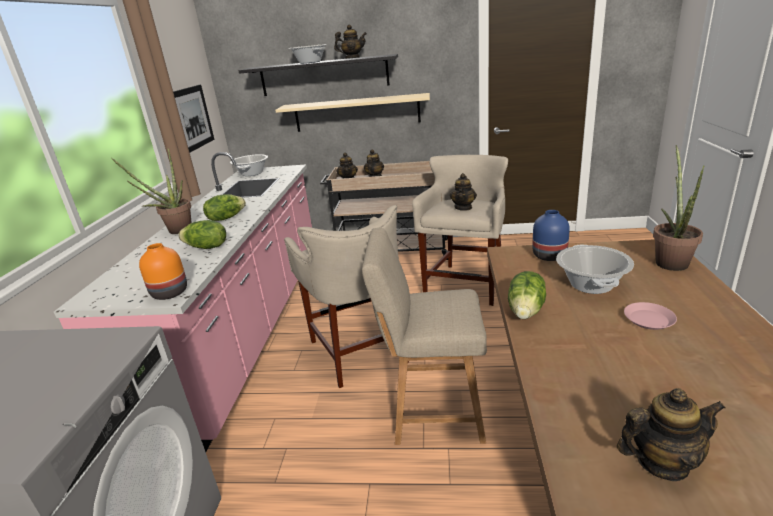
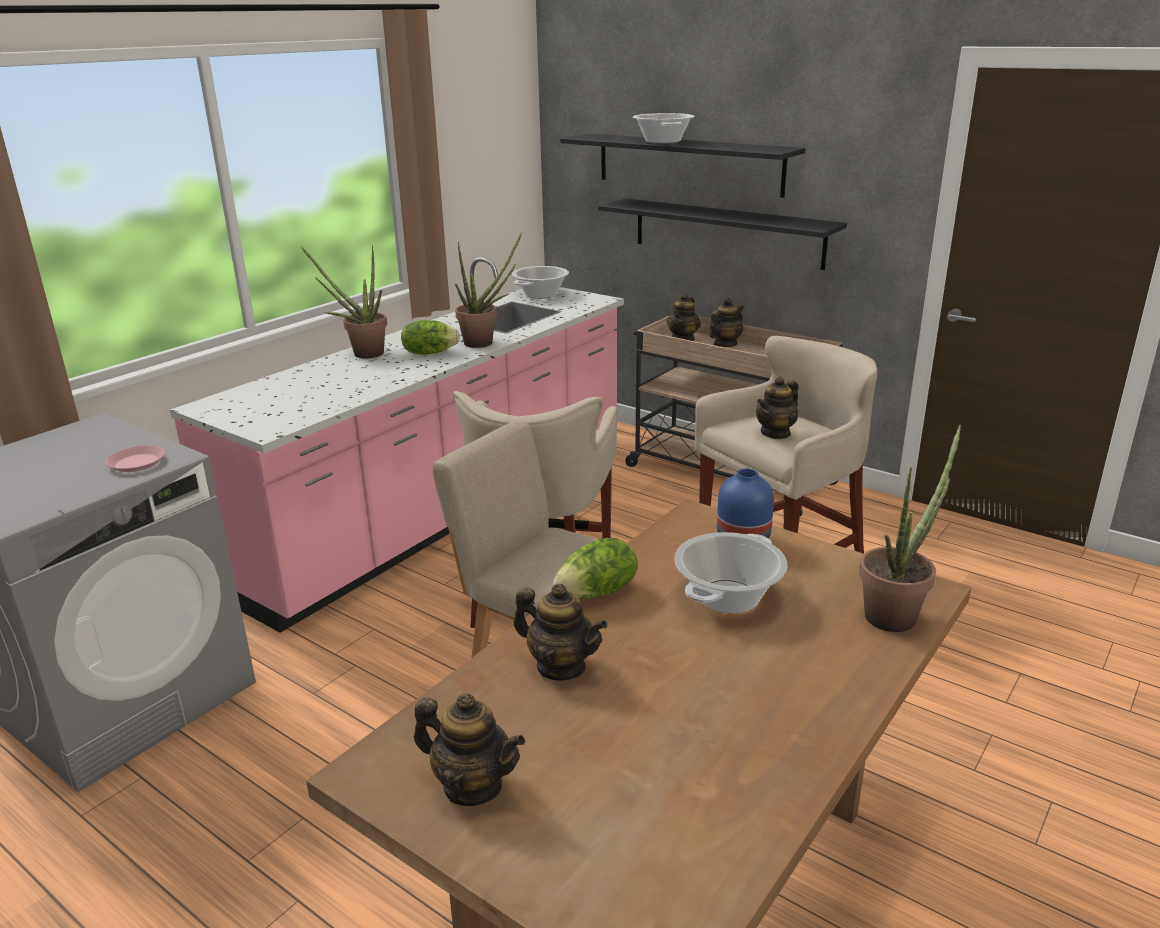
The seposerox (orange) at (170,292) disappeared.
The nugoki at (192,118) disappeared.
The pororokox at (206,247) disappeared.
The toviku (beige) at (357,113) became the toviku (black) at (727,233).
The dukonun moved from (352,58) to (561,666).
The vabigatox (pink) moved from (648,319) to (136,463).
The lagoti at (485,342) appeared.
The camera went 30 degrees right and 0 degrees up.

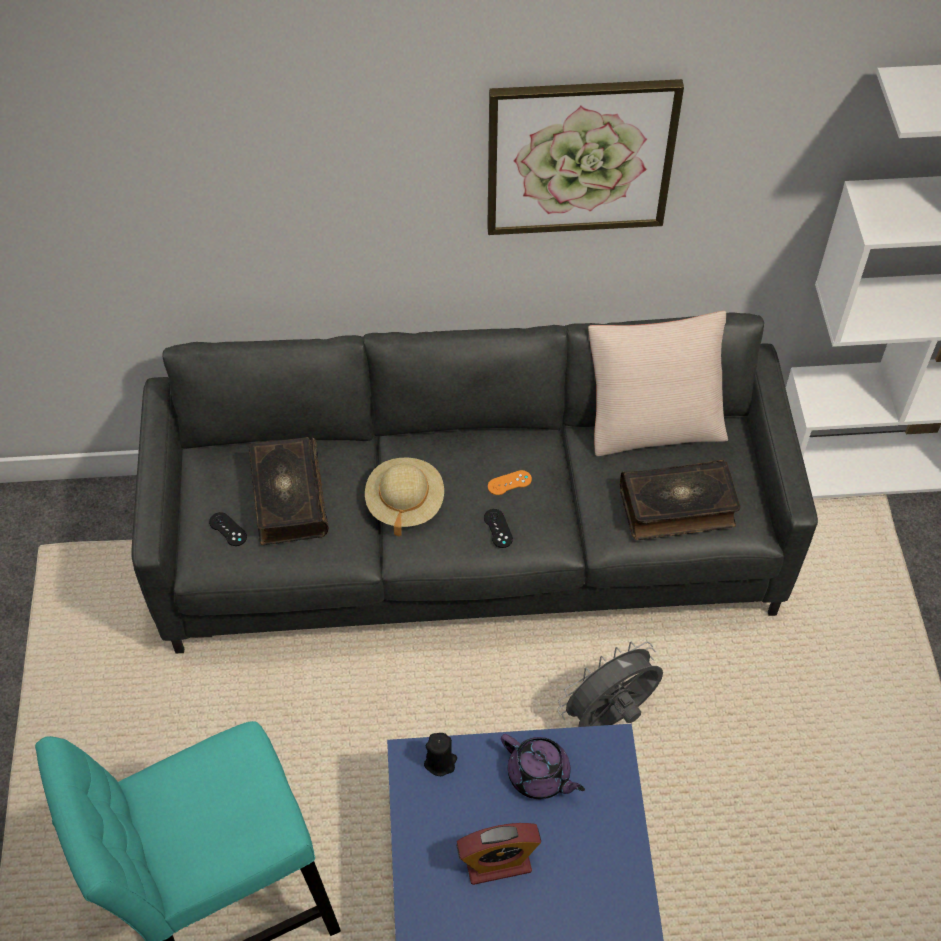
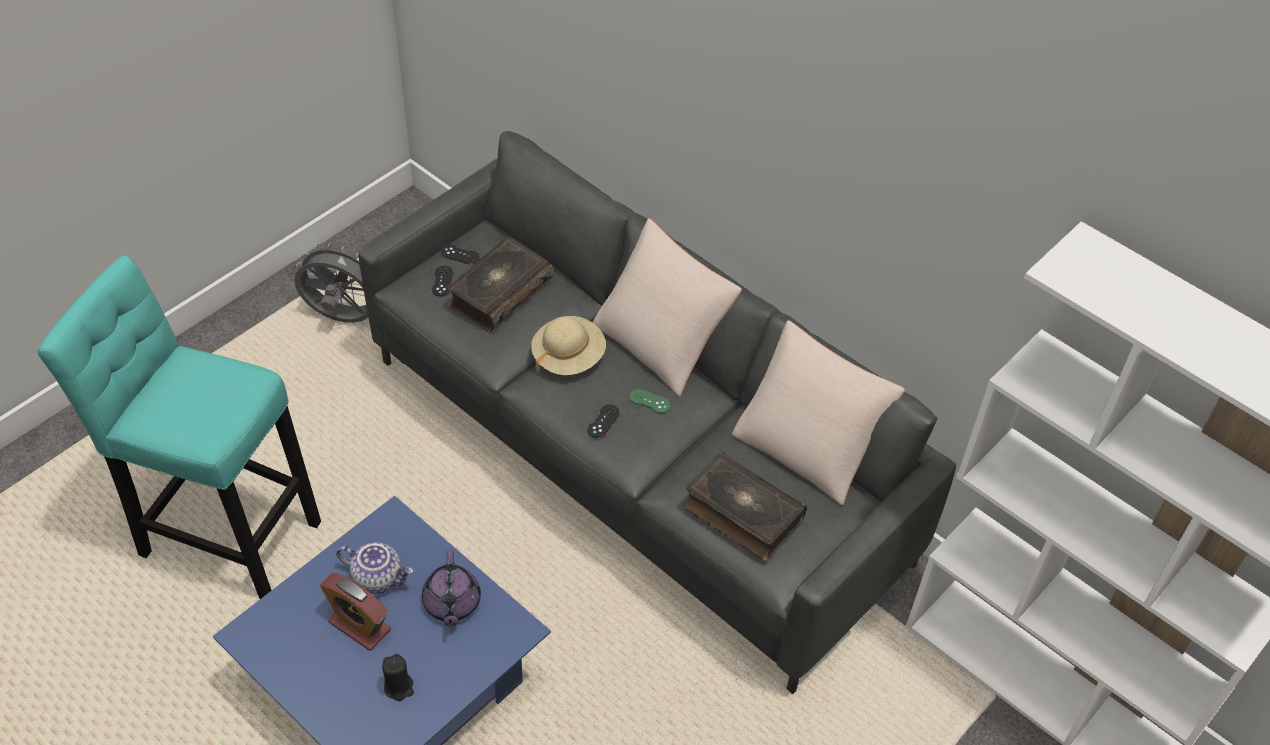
The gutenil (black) moved from (440,762) to (399,687).
The nugoki at (580,157) disappeared.
The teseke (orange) at (509,483) became the teseke (green) at (649,401).
The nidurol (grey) moved from (610,717) to (342,318).
The dukonun at (379,577) appeared.
The teseke (black) at (460,254) appeared.
The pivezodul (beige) at (661,342) appeared.
The camera went 45 degrees right and 5 degrees down.

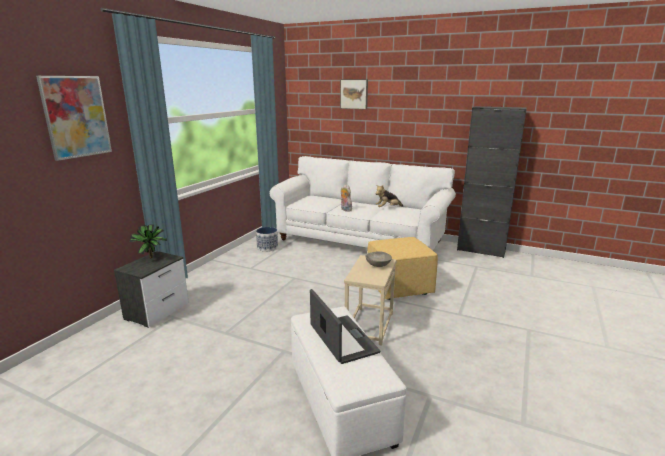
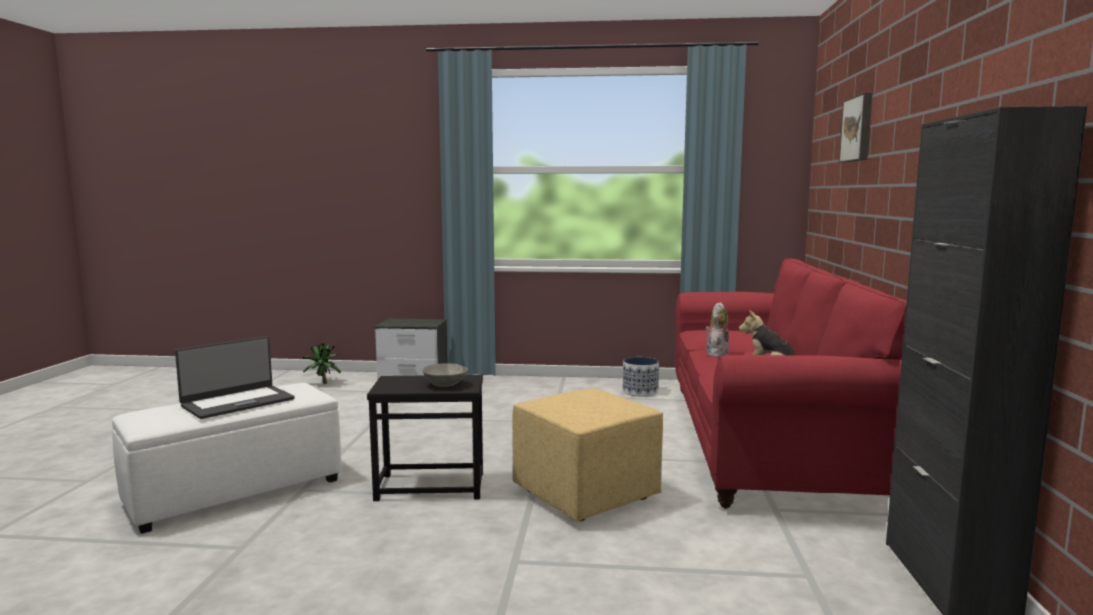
The nugoki at (76,117) disappeared.
The lagoti moved from (152,258) to (323,384).
The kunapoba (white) at (360,241) became the kunapoba (red) at (768,441).
The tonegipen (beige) at (369,325) became the tonegipen (black) at (431,486).
The camera went 70 degrees right and 10 degrees down.

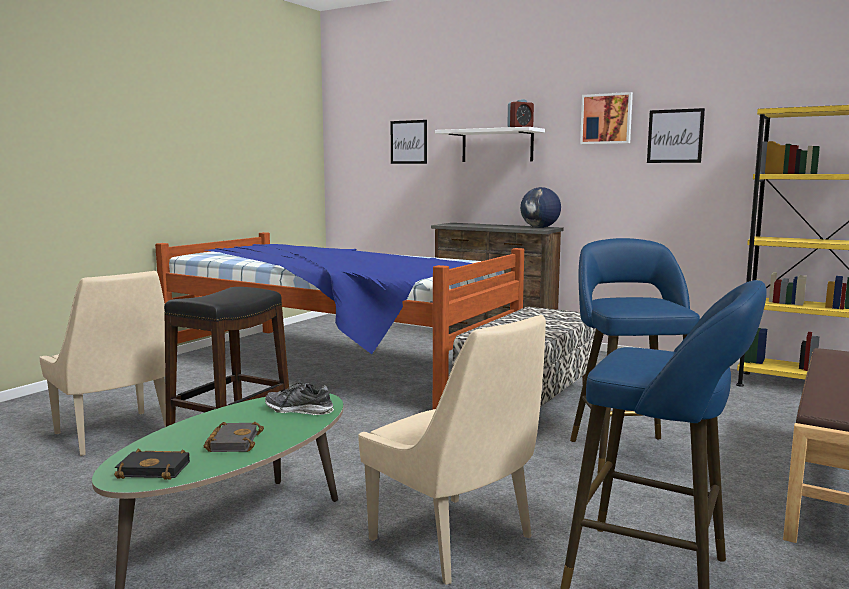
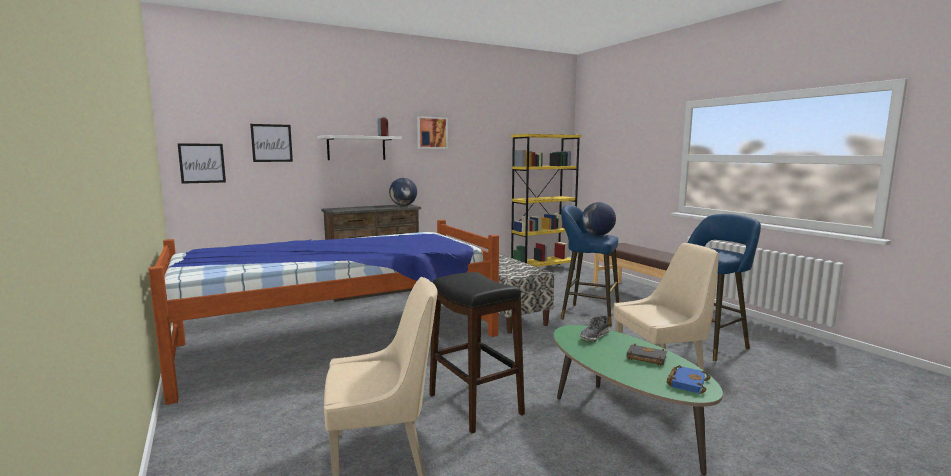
The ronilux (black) at (156,469) became the ronilux (blue) at (686,382).
The nugoki moved from (675,136) to (202,163).
The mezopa at (597,235) appeared.
The camera went 60 degrees left and 0 degrees up.

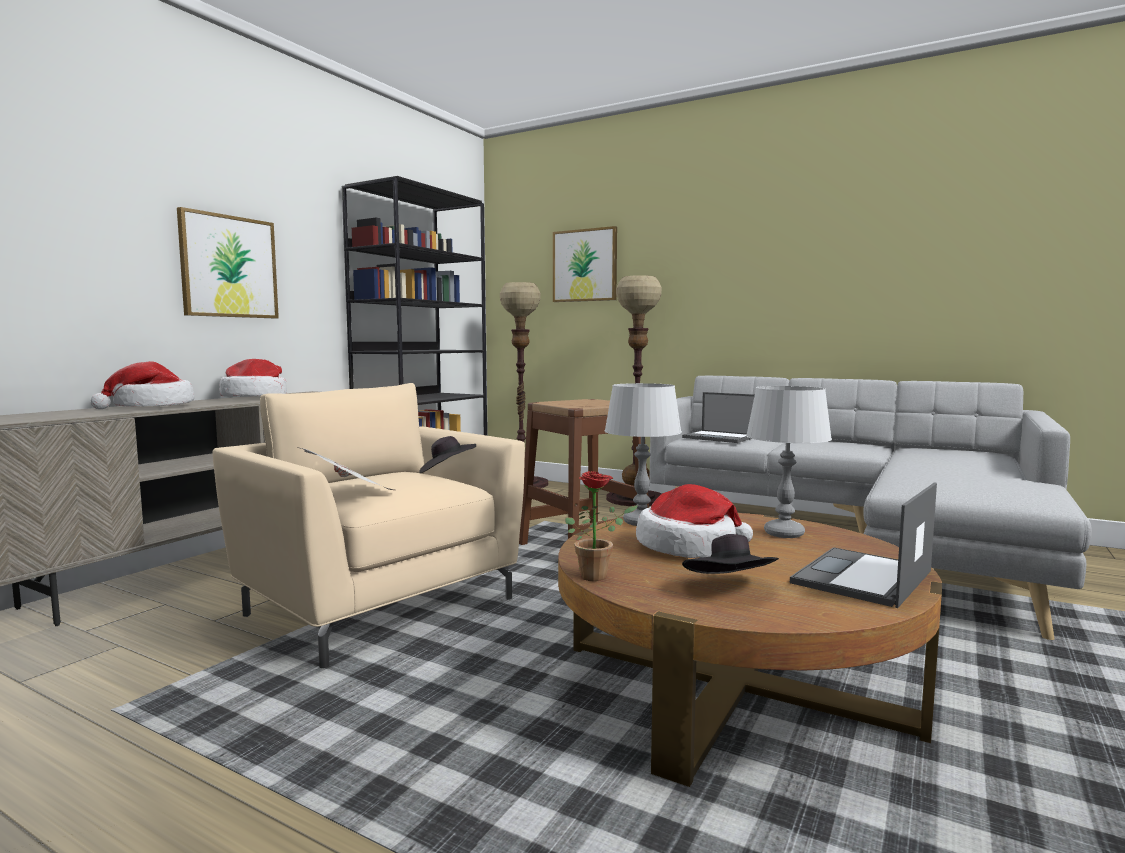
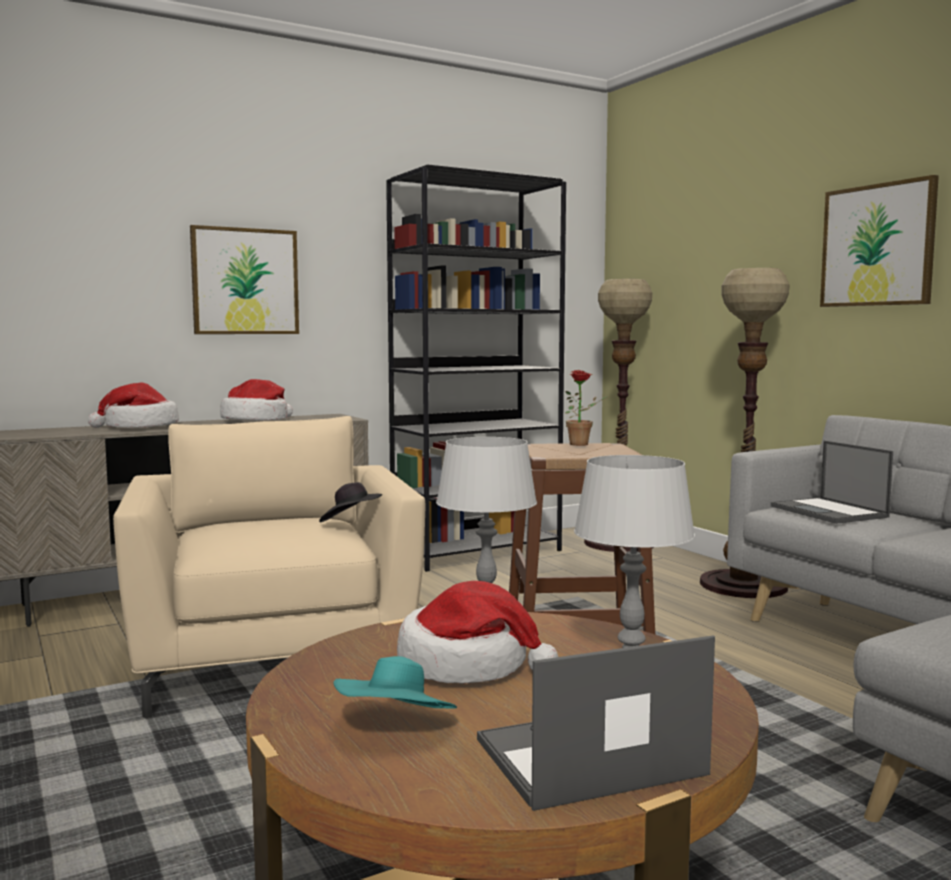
The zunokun at (348,493) disappeared.
The nugoki moved from (585,265) to (877,245).
The lagoti moved from (598,575) to (583,444).
The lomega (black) at (730,587) became the lomega (turquoise) at (396,727).
The camera went 30 degrees right and 0 degrees up.

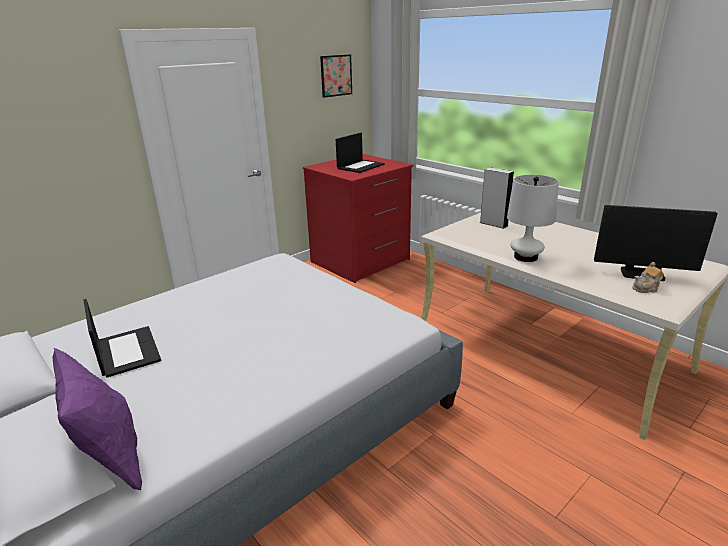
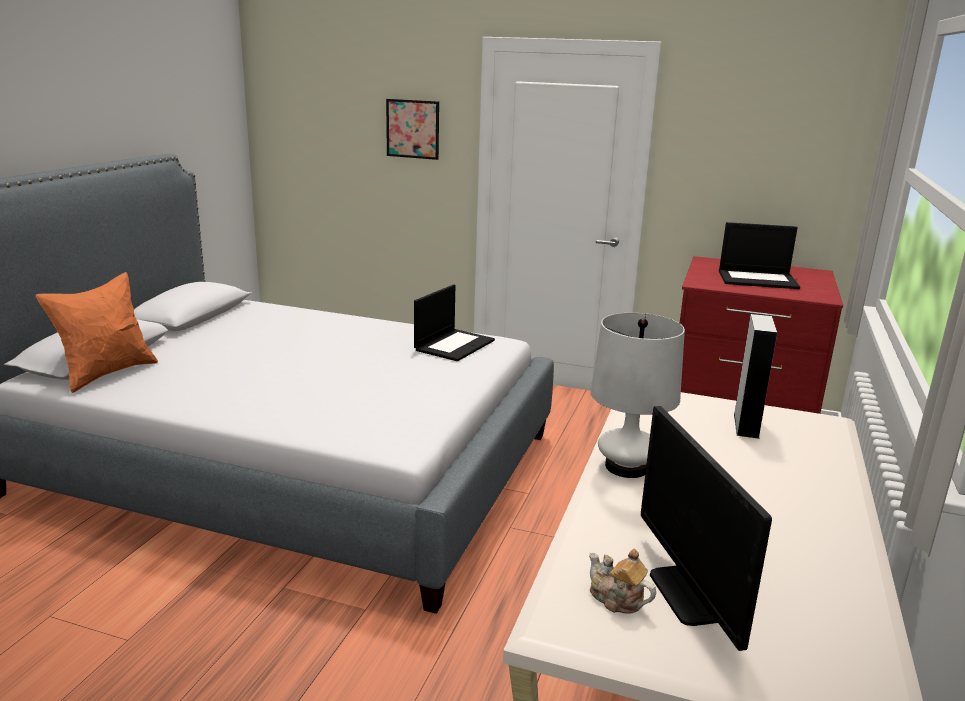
The pivezodul (purple) at (111,459) became the pivezodul (orange) at (107,373).
The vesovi moved from (126,351) to (454,345).
The nugoki moved from (336,75) to (413,129).
The camera went 60 degrees right and 5 degrees down.

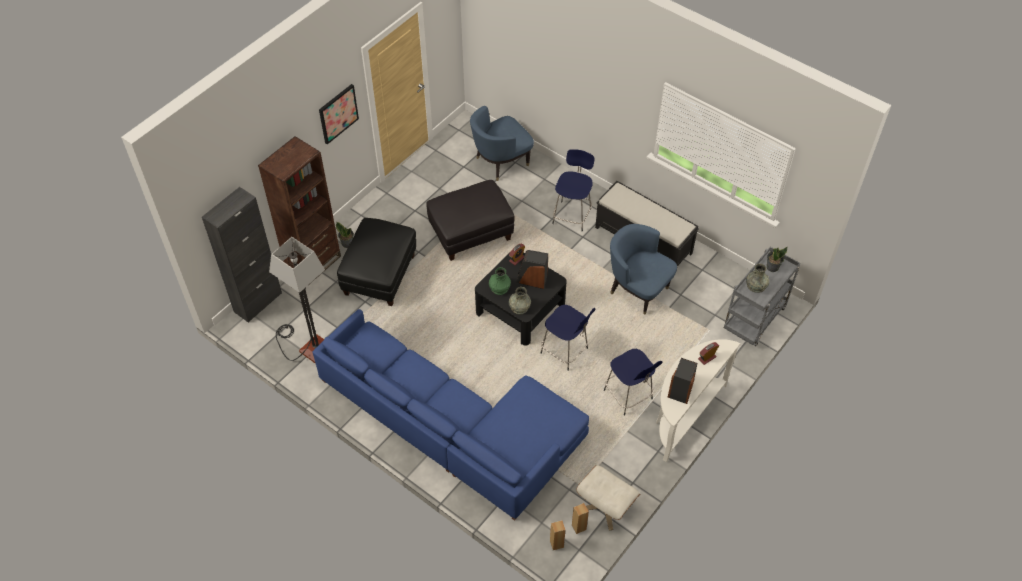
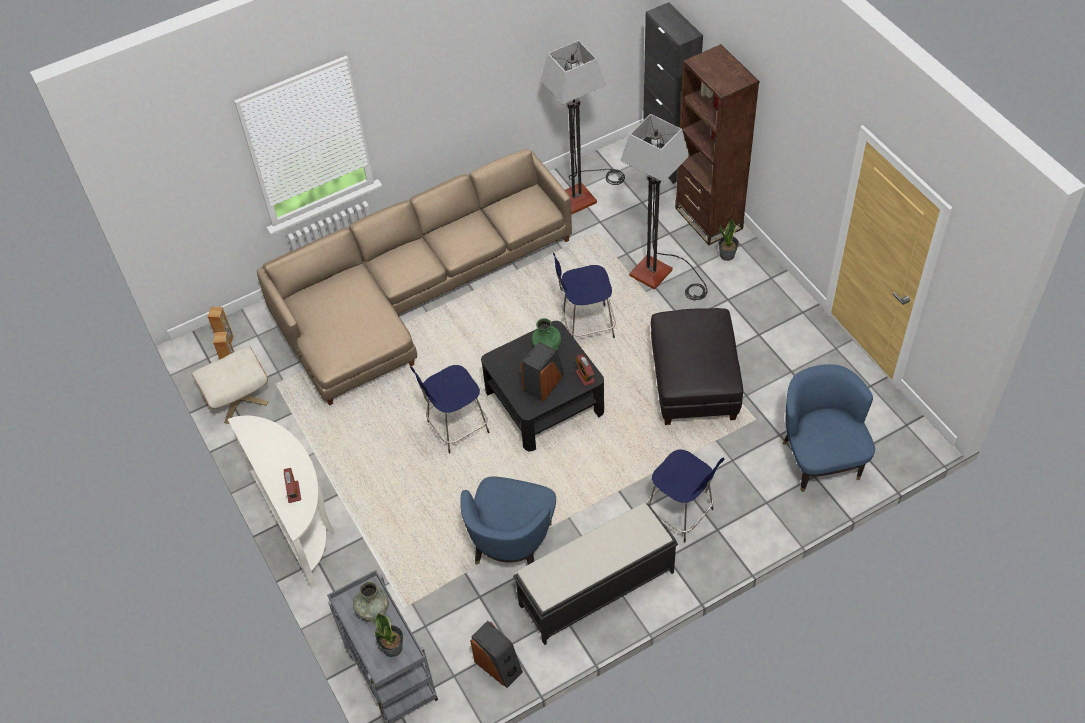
The kunapoba (blue) at (455,426) became the kunapoba (beige) at (413,293).
The nugoki at (338,113) disappeared.
The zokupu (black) at (380,275) was replaced by the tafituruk at (662,275).
The seposerox (grey) at (519,307) disappeared.
The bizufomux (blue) moved from (629,396) to (586,325).
The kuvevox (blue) at (637,290) turned 135 degrees clockwise.
The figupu moved from (681,388) to (499,665).
The camera went 115 degrees right and 0 degrees up.

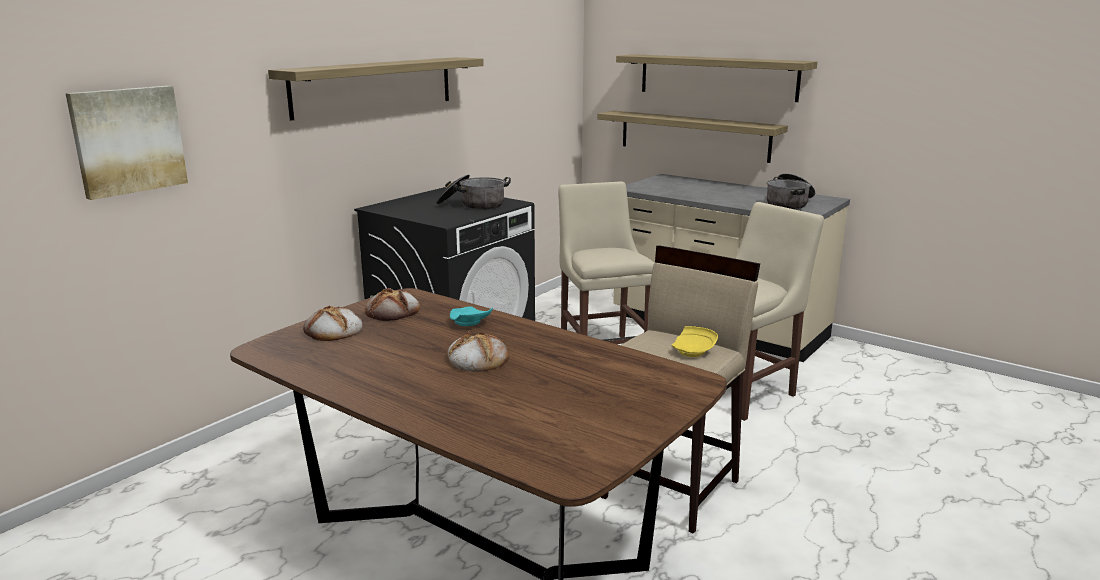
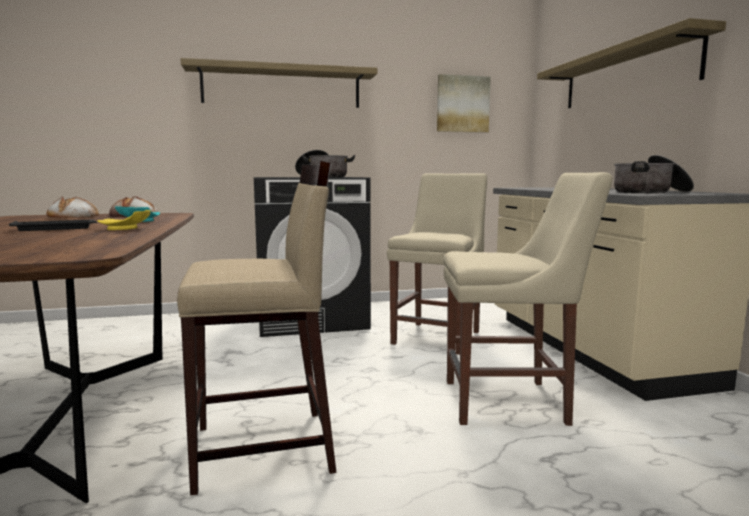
The nugoki moved from (128,140) to (462,104).
The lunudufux at (477,359) was replaced by the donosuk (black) at (56,228).
The toviku at (693,135) disappeared.
The vabigatox (yellow) moved from (693,350) to (126,229).
The camera went 40 degrees right and 10 degrees down.

